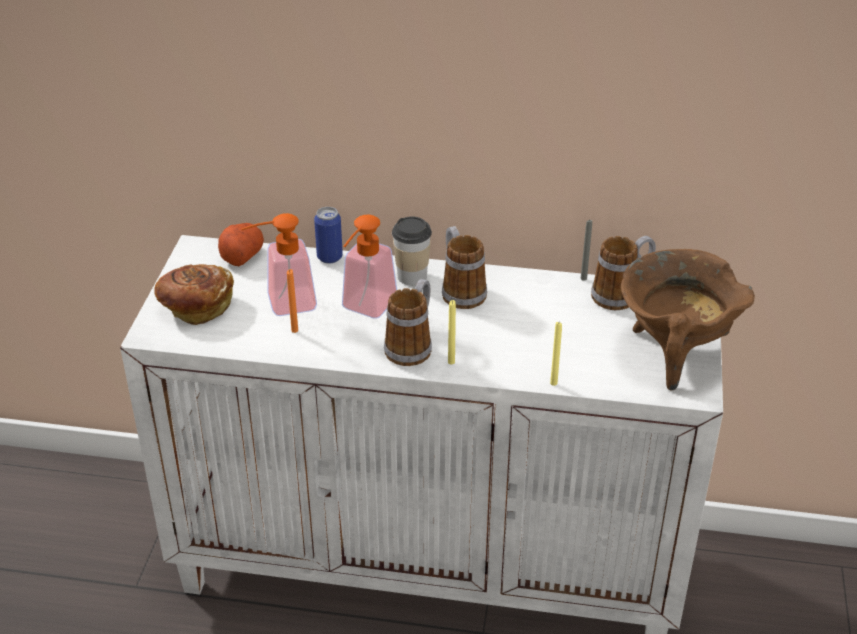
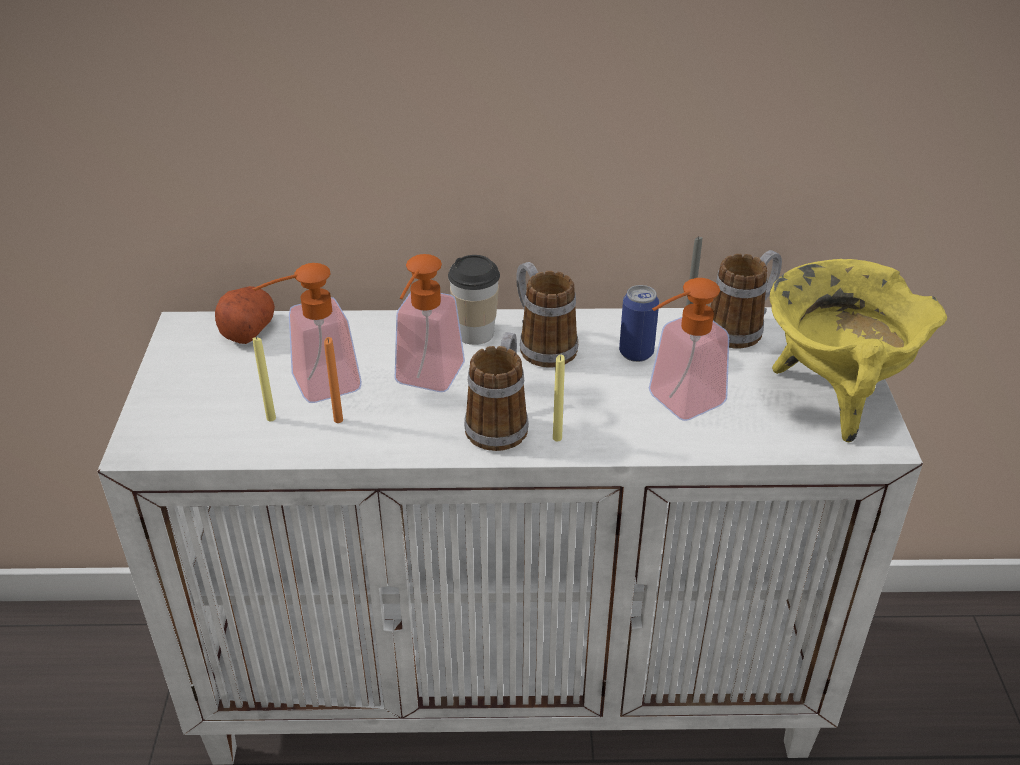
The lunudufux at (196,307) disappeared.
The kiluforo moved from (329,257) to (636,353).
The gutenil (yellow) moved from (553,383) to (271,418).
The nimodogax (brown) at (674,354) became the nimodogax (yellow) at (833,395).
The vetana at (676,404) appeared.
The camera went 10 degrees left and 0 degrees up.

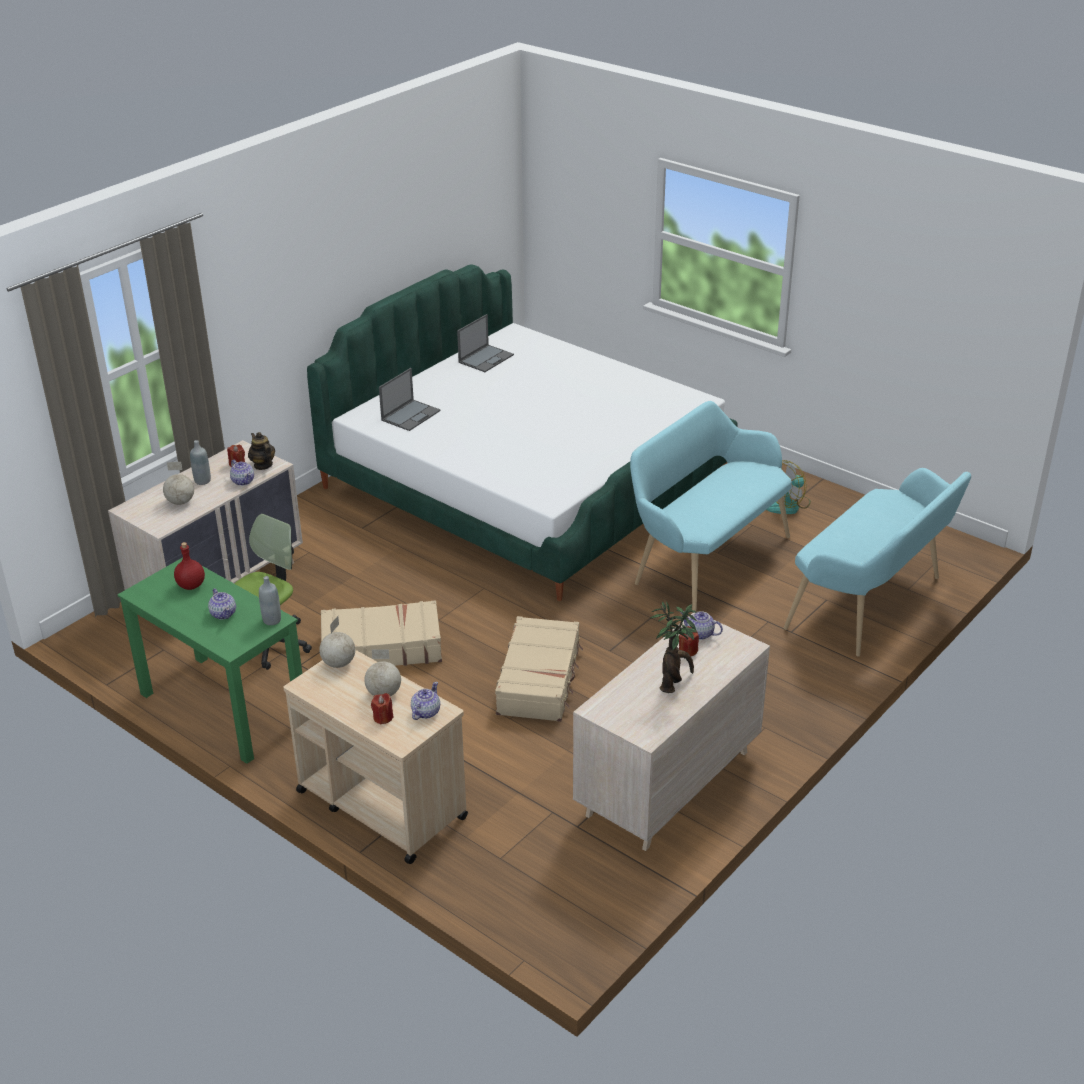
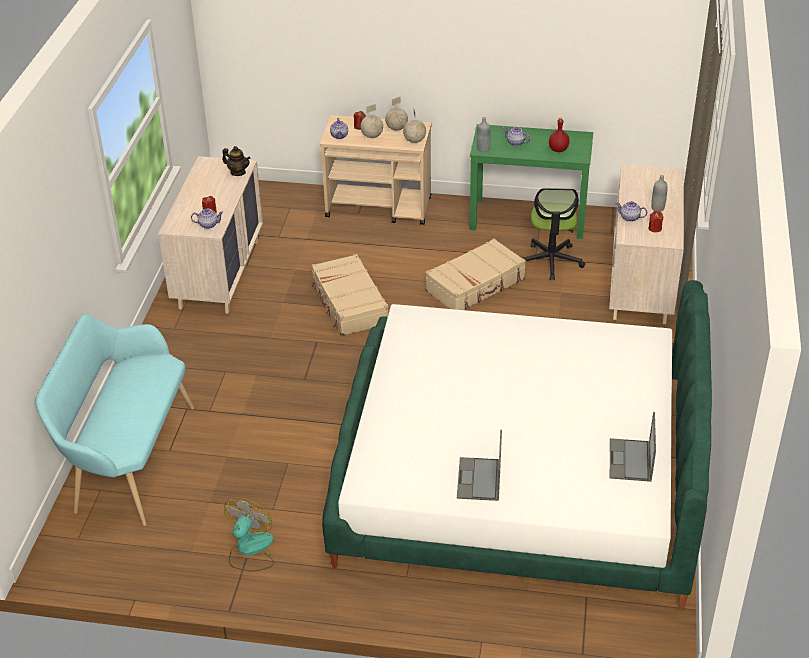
The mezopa moved from (180,502) to (397,129).
The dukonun moved from (263,465) to (238,172).
The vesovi moved from (411,415) to (479,480).
The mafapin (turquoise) at (705,559) disappeared.
The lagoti at (674,683) disappeared.
The camera went 150 degrees right and 5 degrees up.

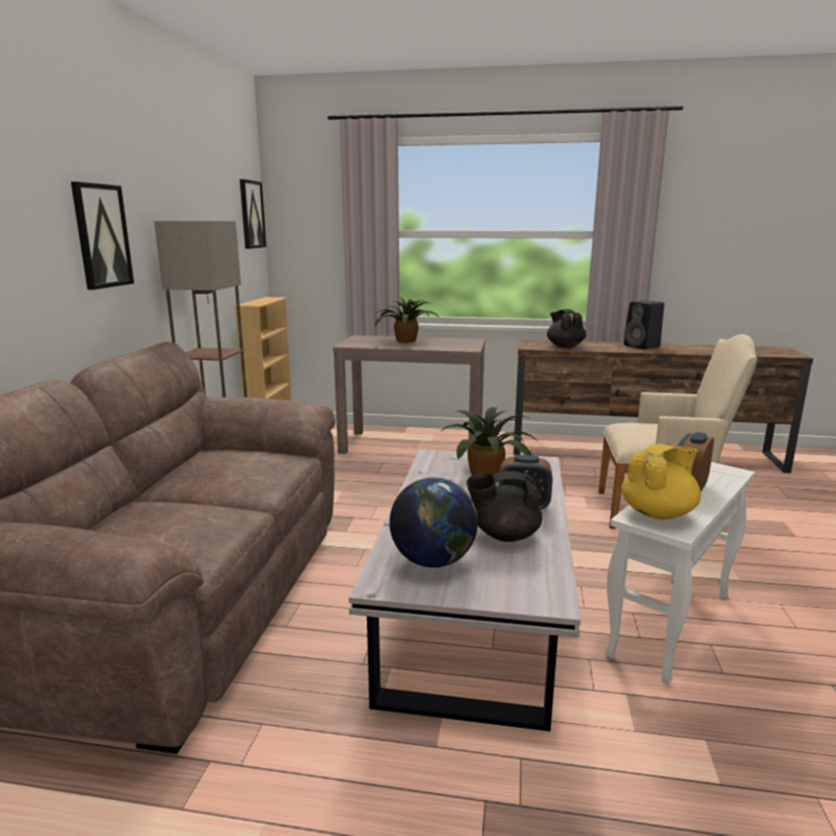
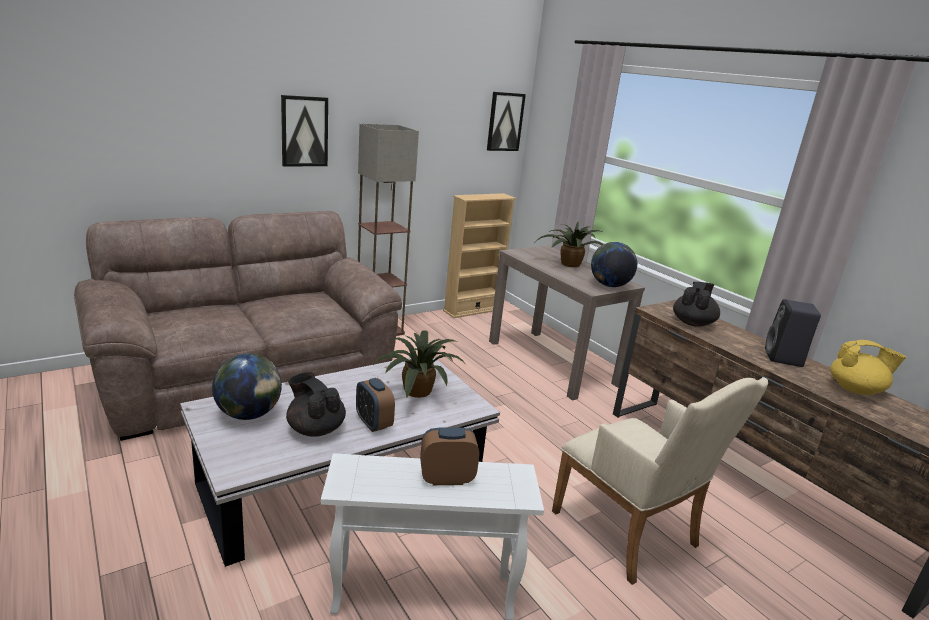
The dukonun (yellow) moved from (658,513) to (855,390).
The mezopa at (609,286) appeared.
The camera went 45 degrees right and 5 degrees up.

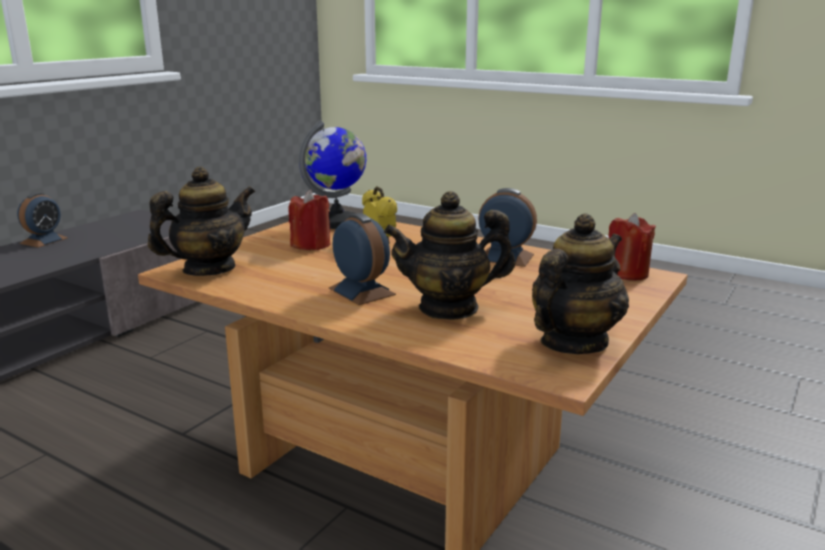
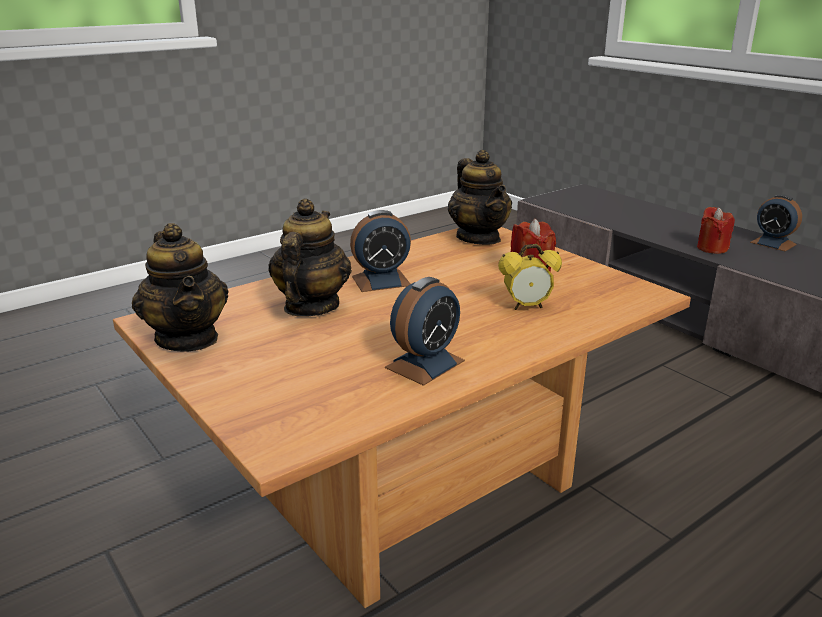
The mezopa at (337,222) disappeared.
The gutenil (red) moved from (626,273) to (712,248).
The camera went 110 degrees right and 5 degrees up.

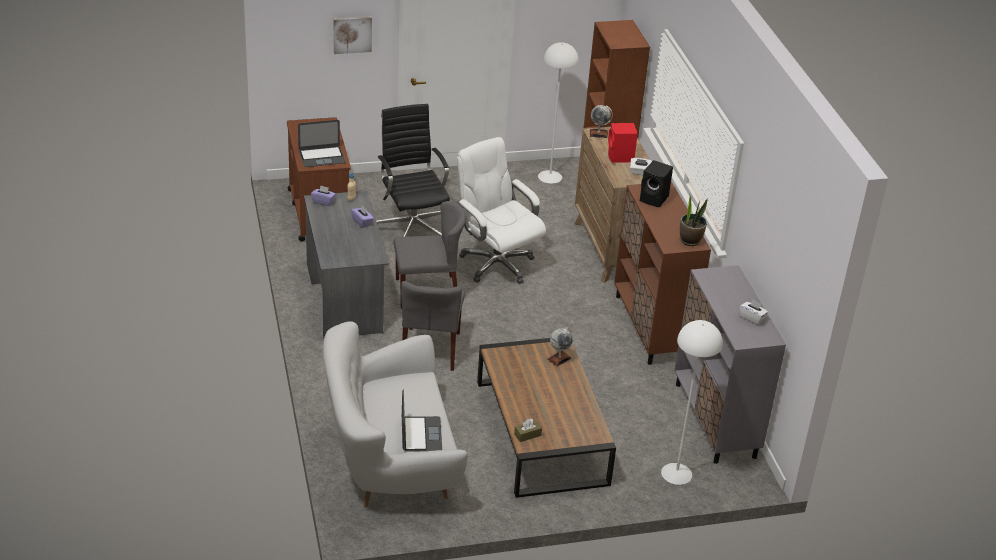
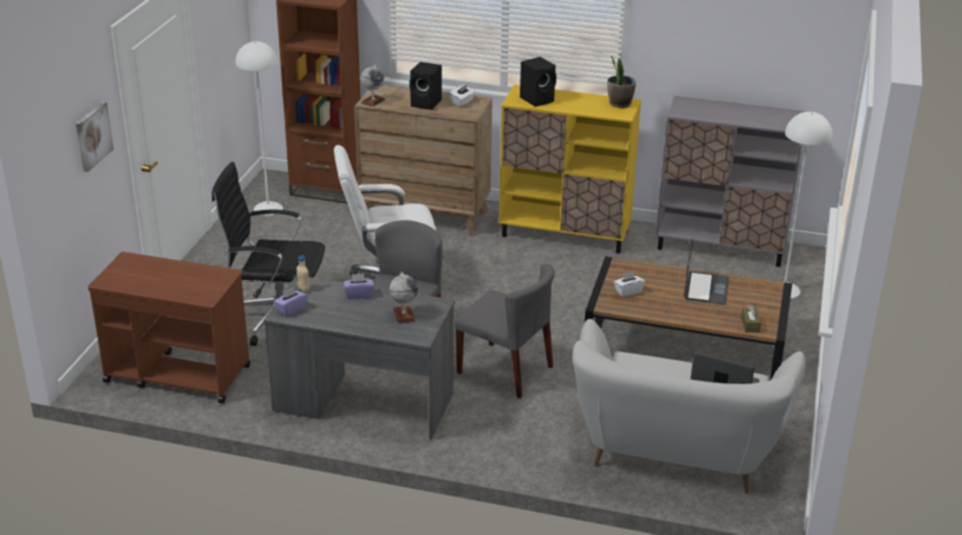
The vesovi moved from (322,157) to (706,288).
The mezopa moved from (559,358) to (404,315).
The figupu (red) at (620,157) became the figupu (black) at (427,103).
The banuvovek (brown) at (651,327) became the banuvovek (yellow) at (565,234).
The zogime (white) moved from (752,318) to (628,291).
The camera went 60 degrees left and 5 degrees down.

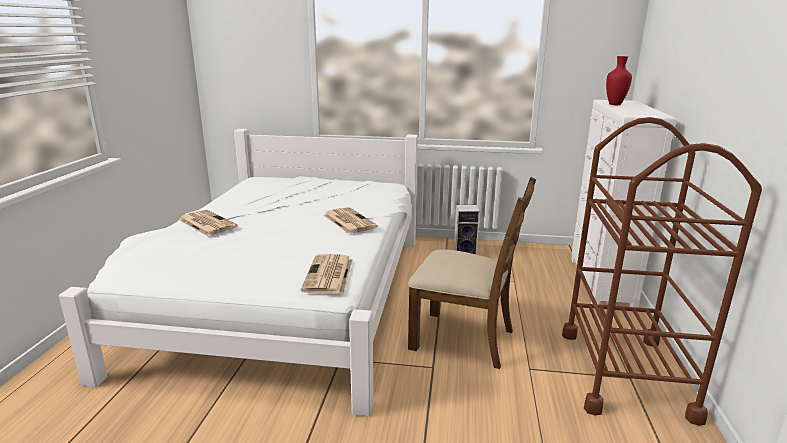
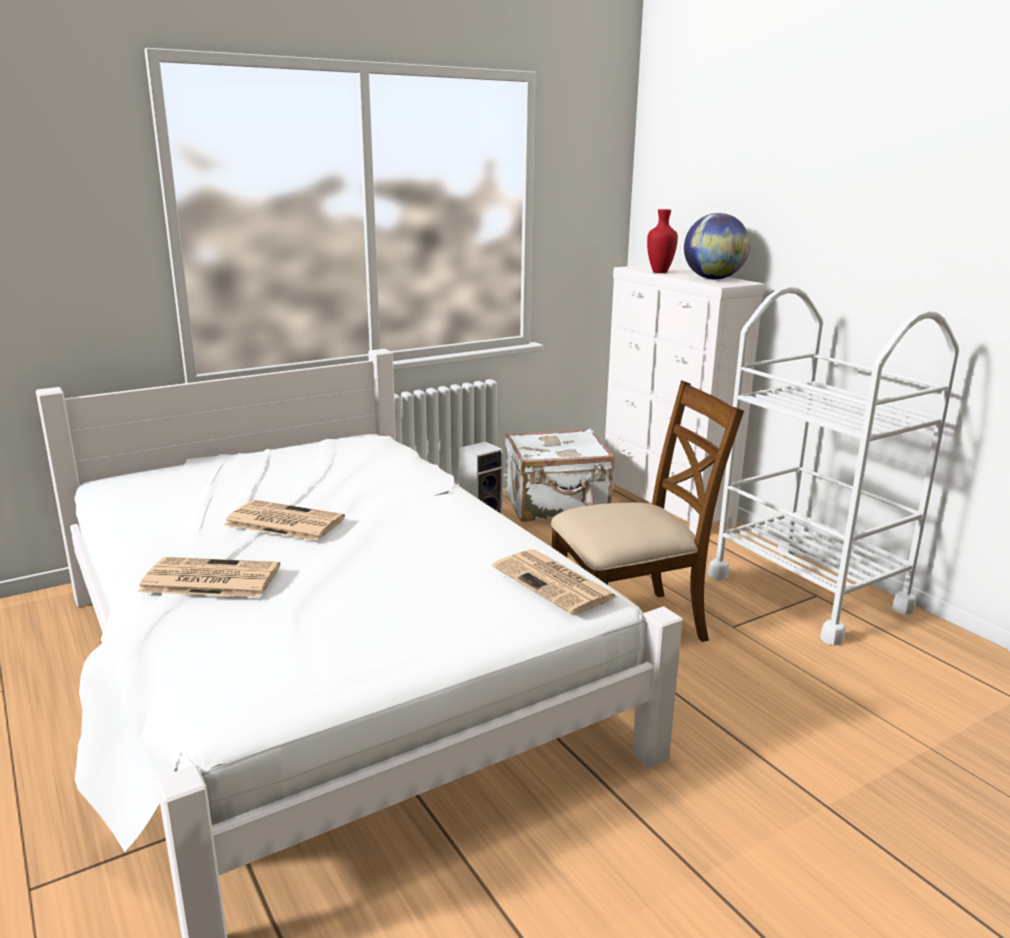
The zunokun moved from (348,221) to (282,522).
The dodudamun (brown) at (625,373) became the dodudamun (white) at (807,592).
The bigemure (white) at (557,506) appeared.
The mezopa at (713,279) appeared.
The camera went 40 degrees left and 0 degrees up.

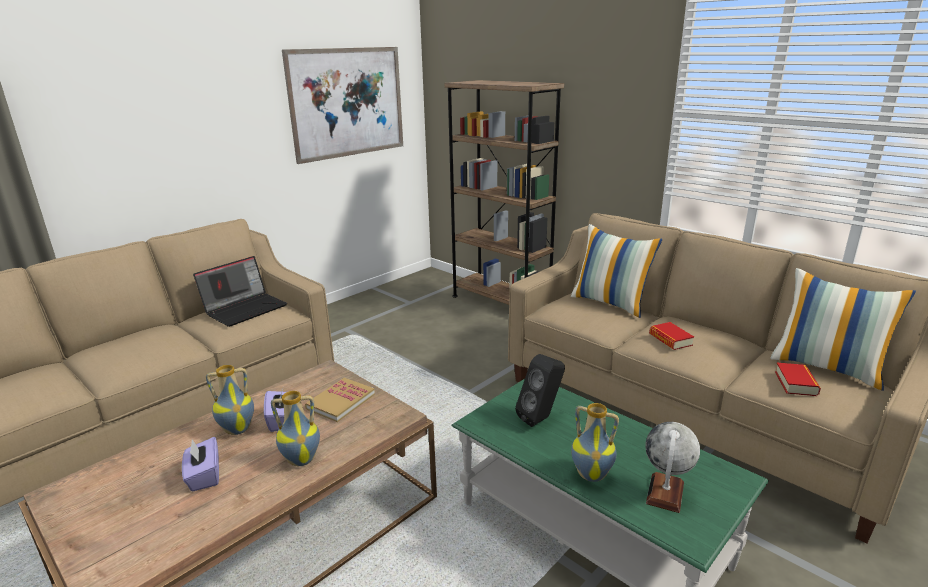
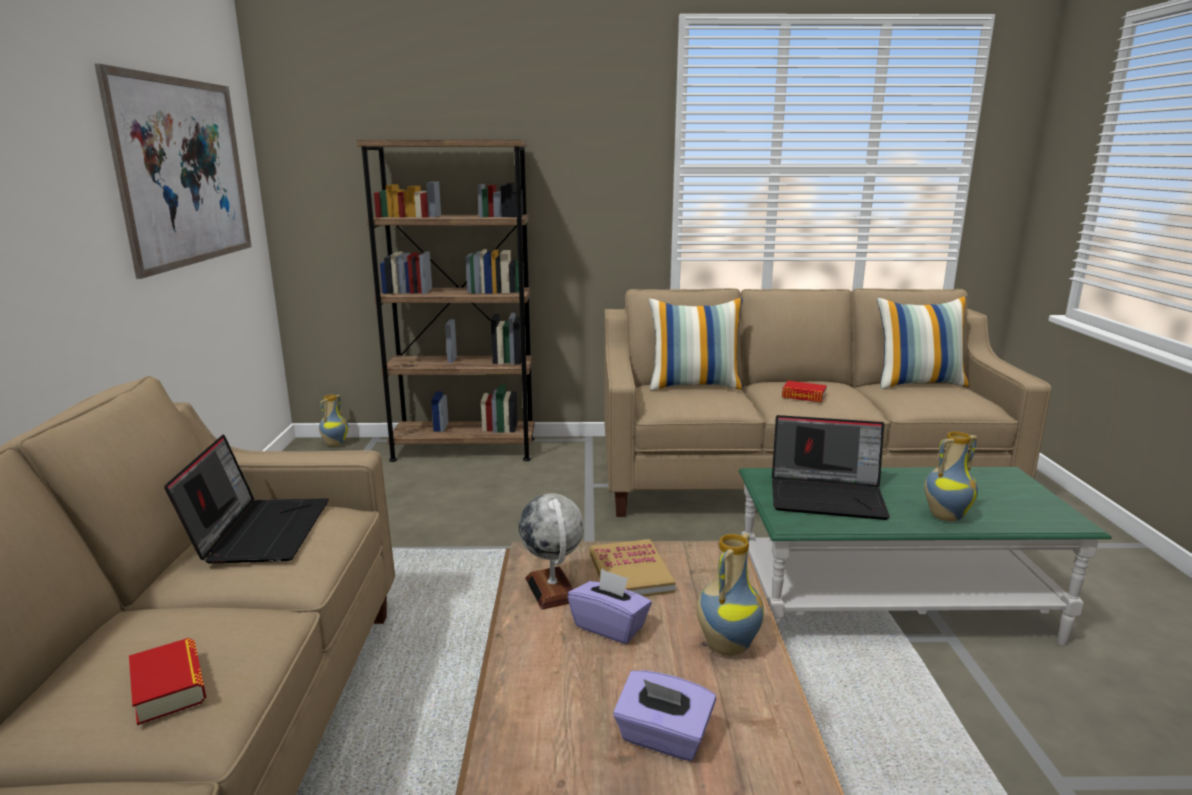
The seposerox moved from (238,429) to (335,444).
The figupu (black) at (541,418) was replaced by the vesovi at (828,496).
The mezopa moved from (665,493) to (552,589).
The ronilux moved from (795,383) to (169,687).
The camera went 45 degrees left and 5 degrees down.

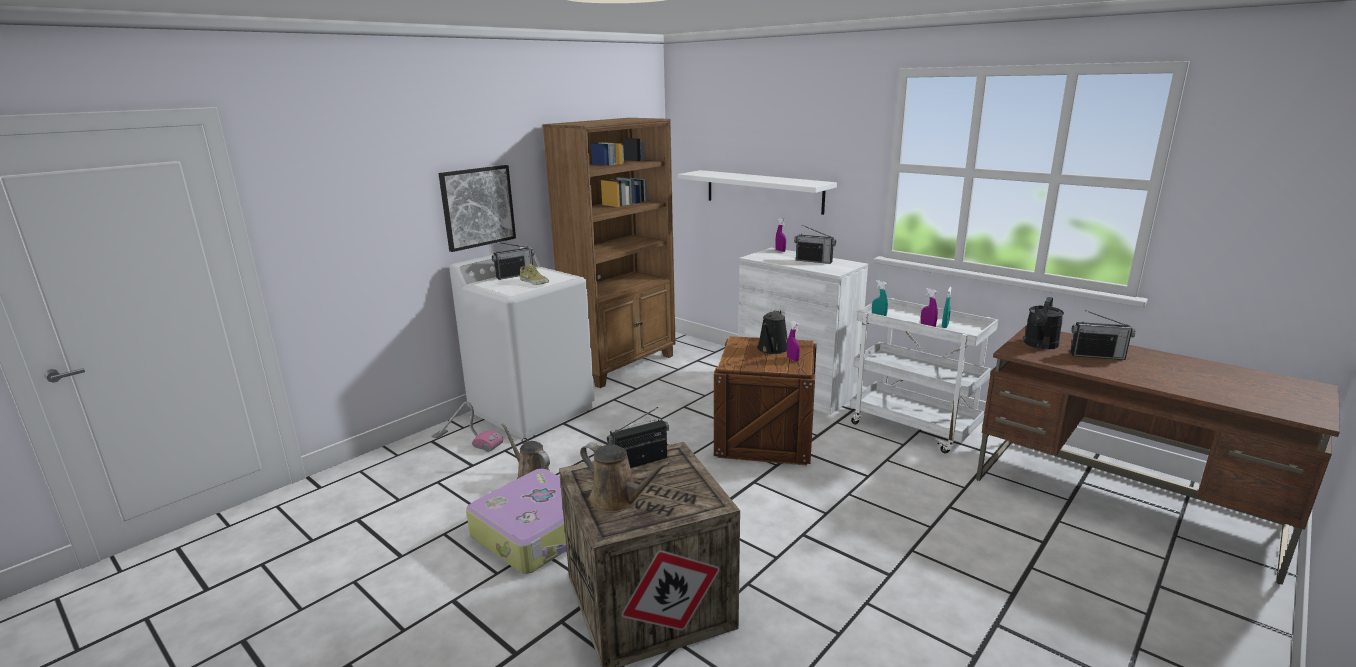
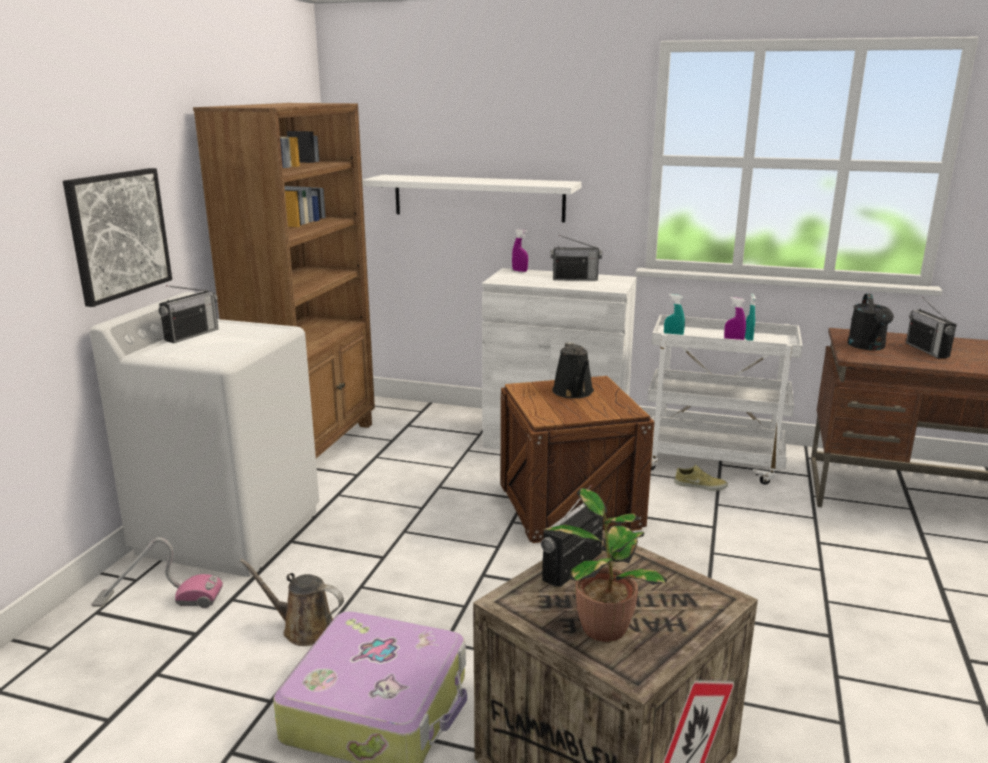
The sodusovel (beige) moved from (535,282) to (700,485).
The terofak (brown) at (618,499) was replaced by the lagoti at (601,626).
The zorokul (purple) at (793,359) disappeared.
The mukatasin at (1097,355) turned 90 degrees clockwise.
The camera went 25 degrees left and 0 degrees up.

